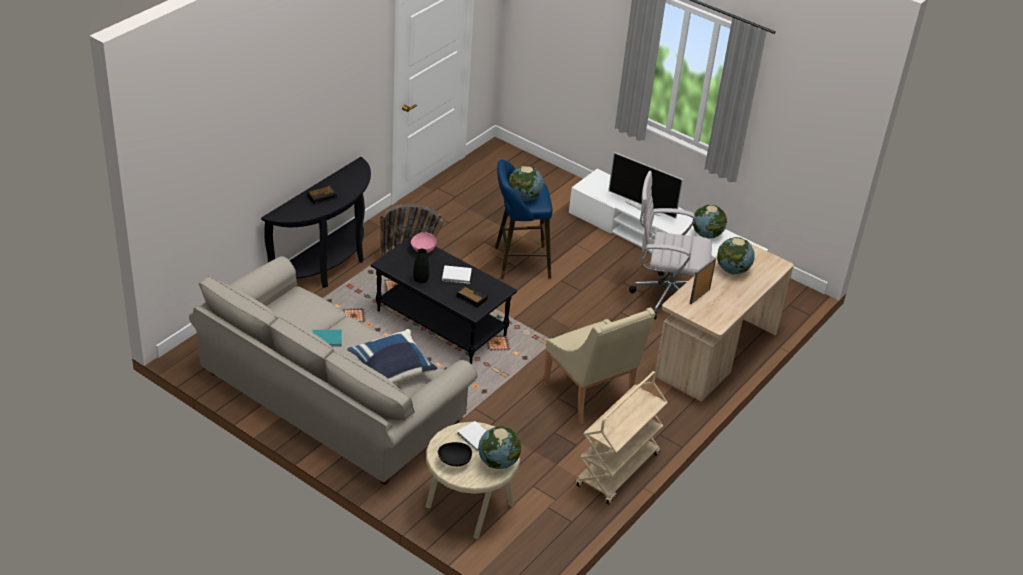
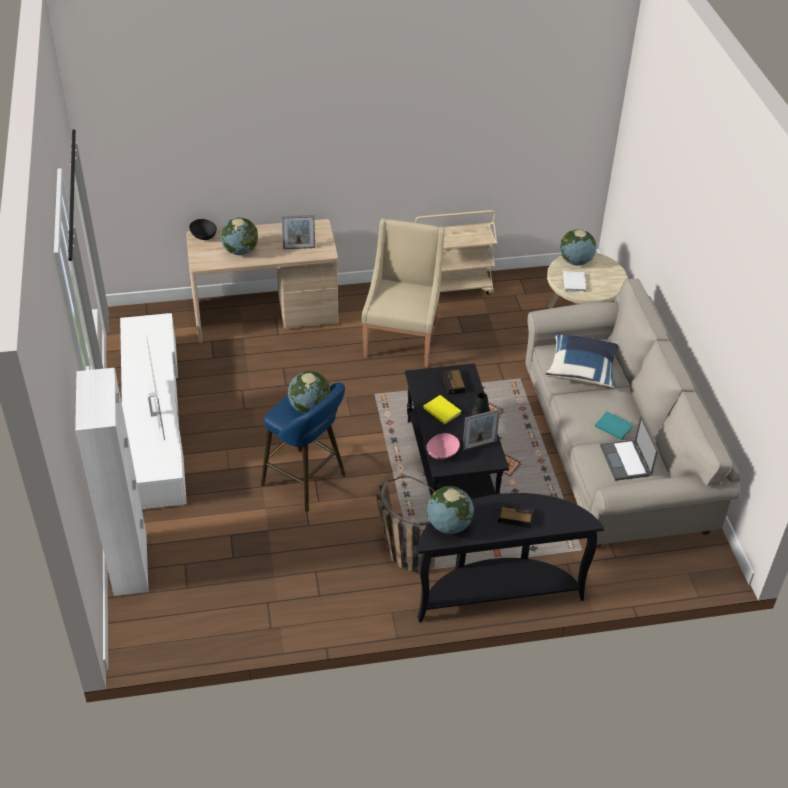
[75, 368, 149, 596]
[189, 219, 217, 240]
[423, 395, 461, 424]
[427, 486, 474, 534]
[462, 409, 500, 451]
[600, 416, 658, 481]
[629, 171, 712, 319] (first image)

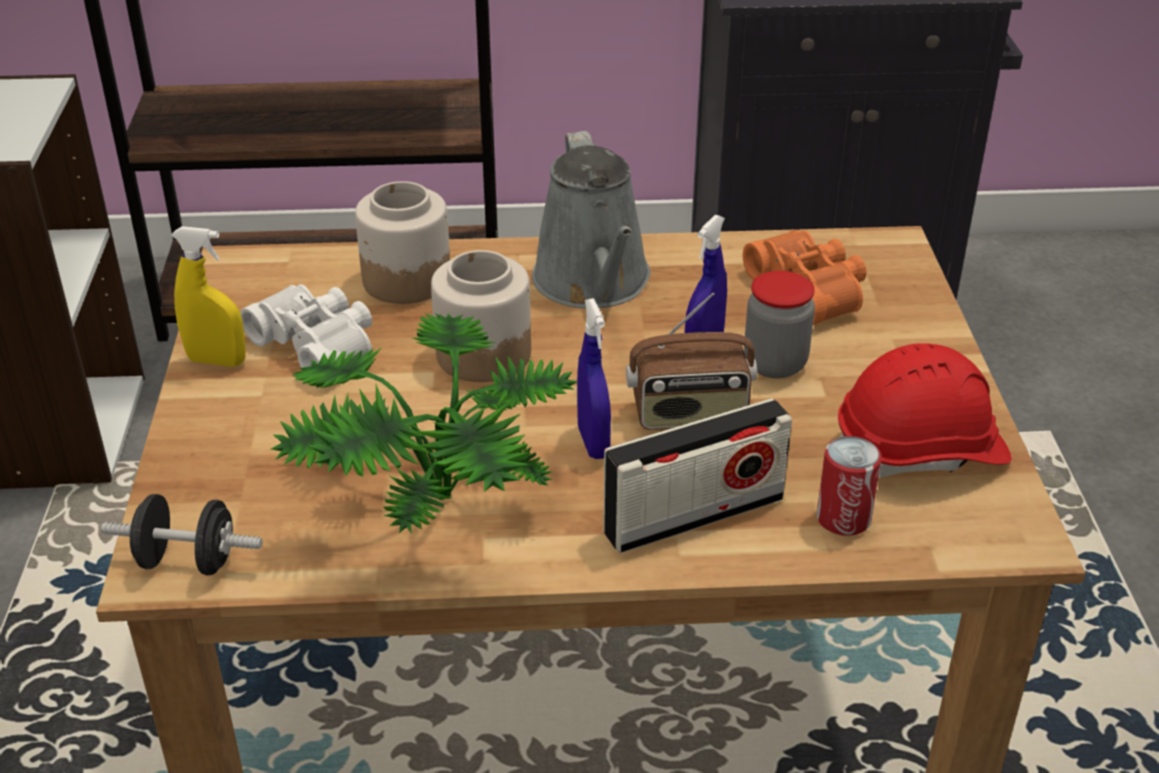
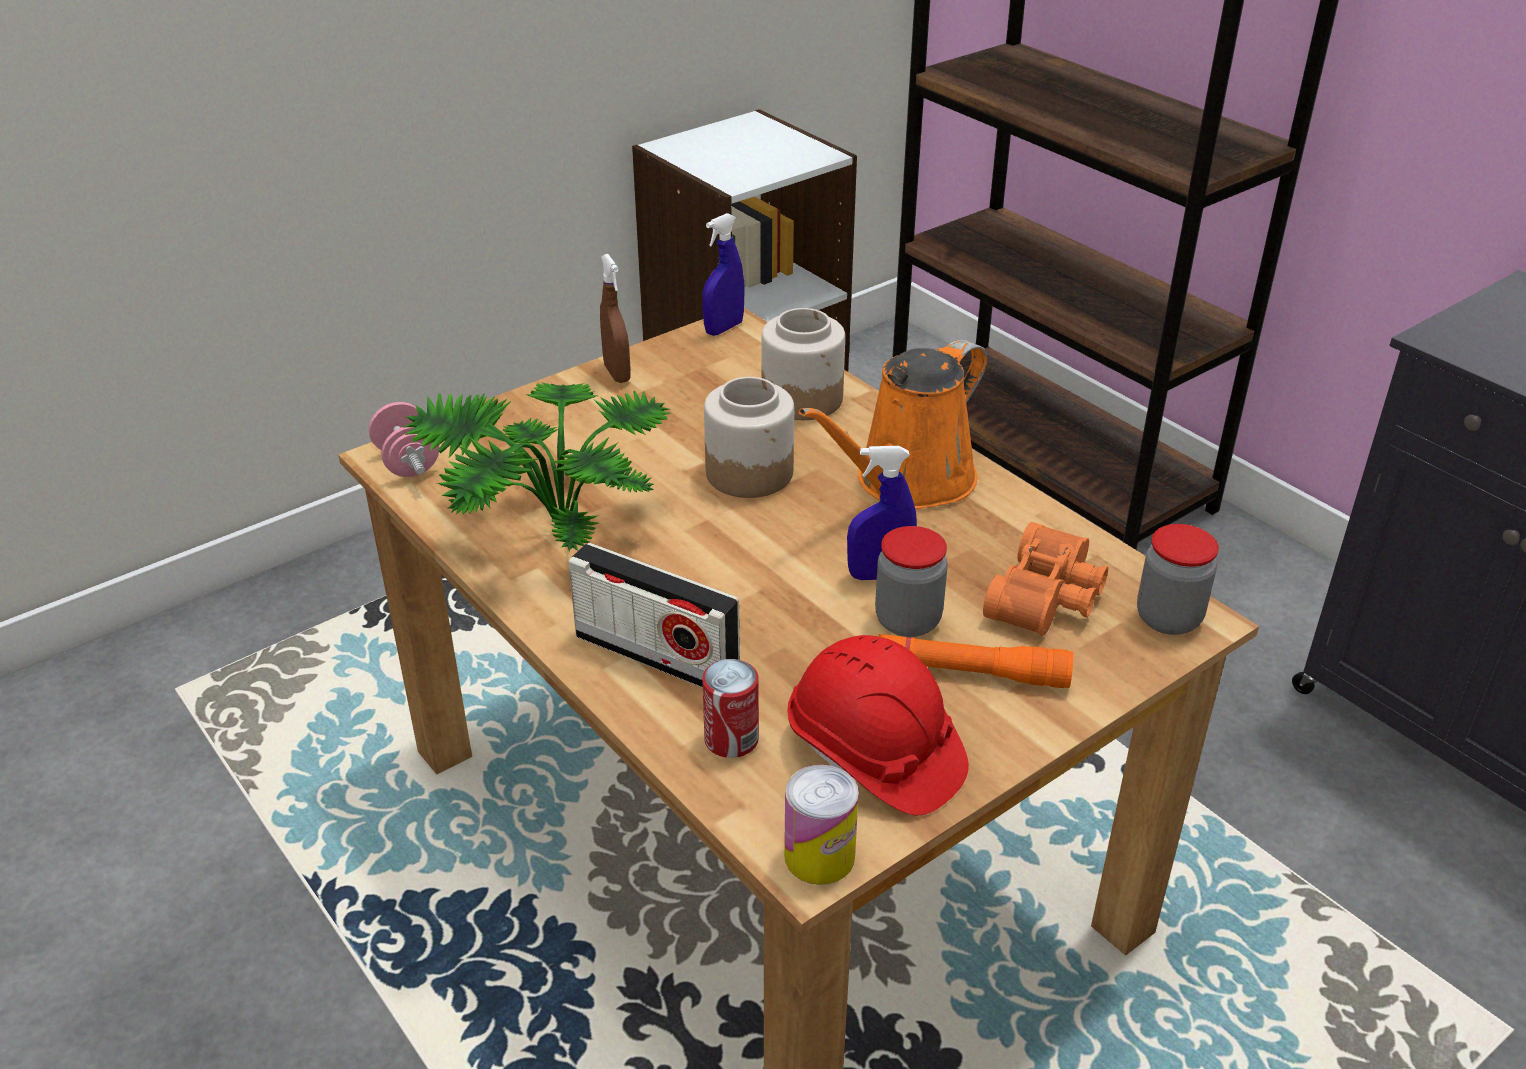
[369, 402, 439, 477]
[600, 254, 631, 383]
[702, 213, 745, 336]
[784, 765, 859, 885]
[799, 340, 987, 509]
[878, 634, 1073, 688]
[1137, 524, 1219, 635]
[240, 284, 372, 371] (first image)
[626, 293, 757, 430] (first image)

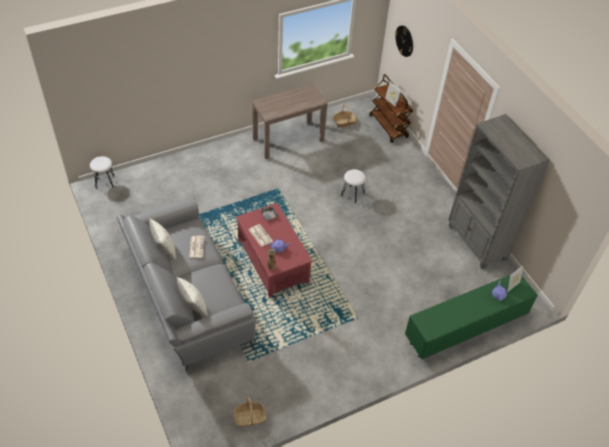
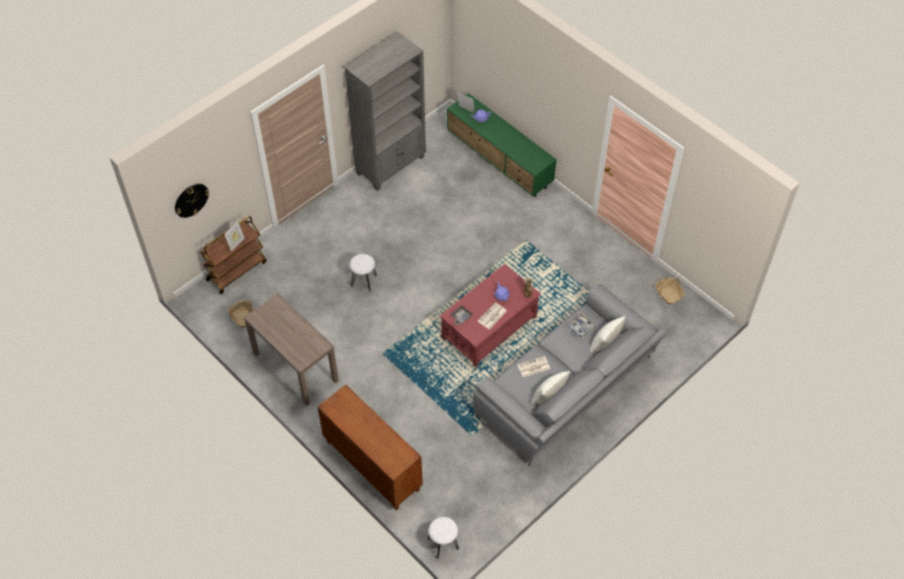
[318, 384, 423, 510]
[566, 314, 596, 339]

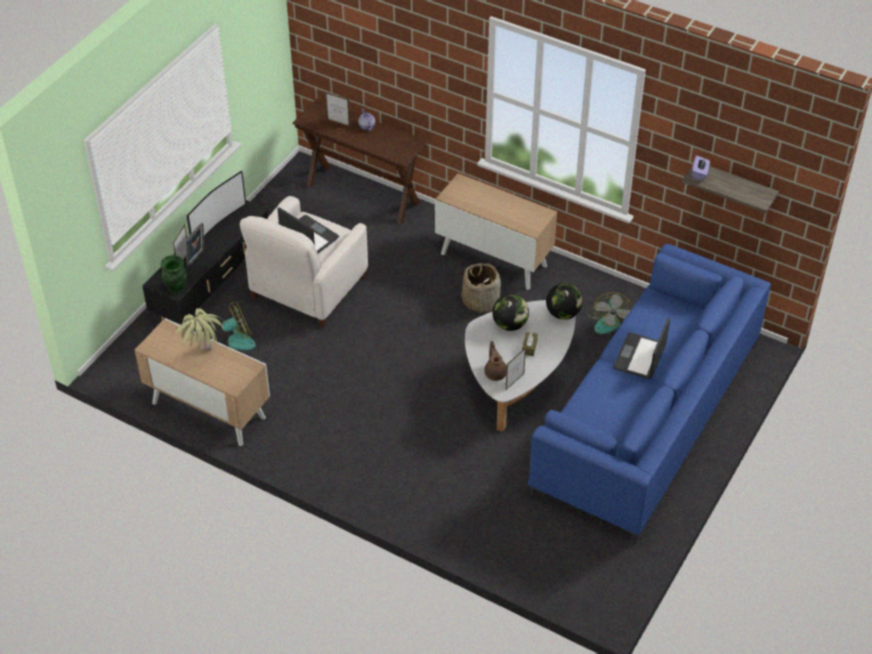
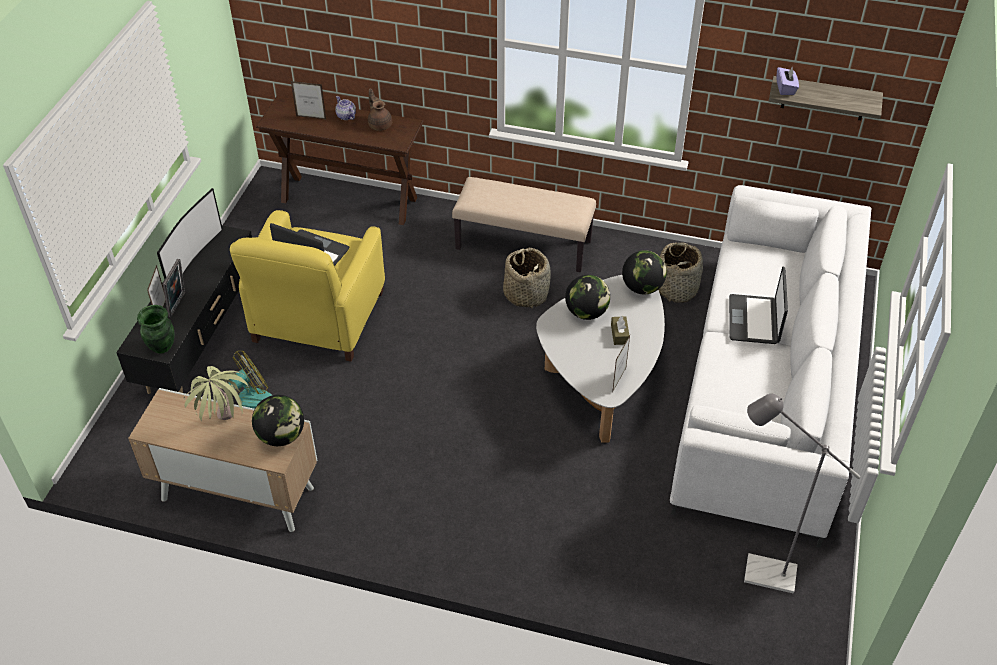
[230, 210, 385, 362]
[252, 395, 304, 446]
[368, 88, 392, 131]
[452, 177, 596, 272]
[658, 242, 703, 303]
[670, 185, 871, 548]
[744, 394, 860, 594]

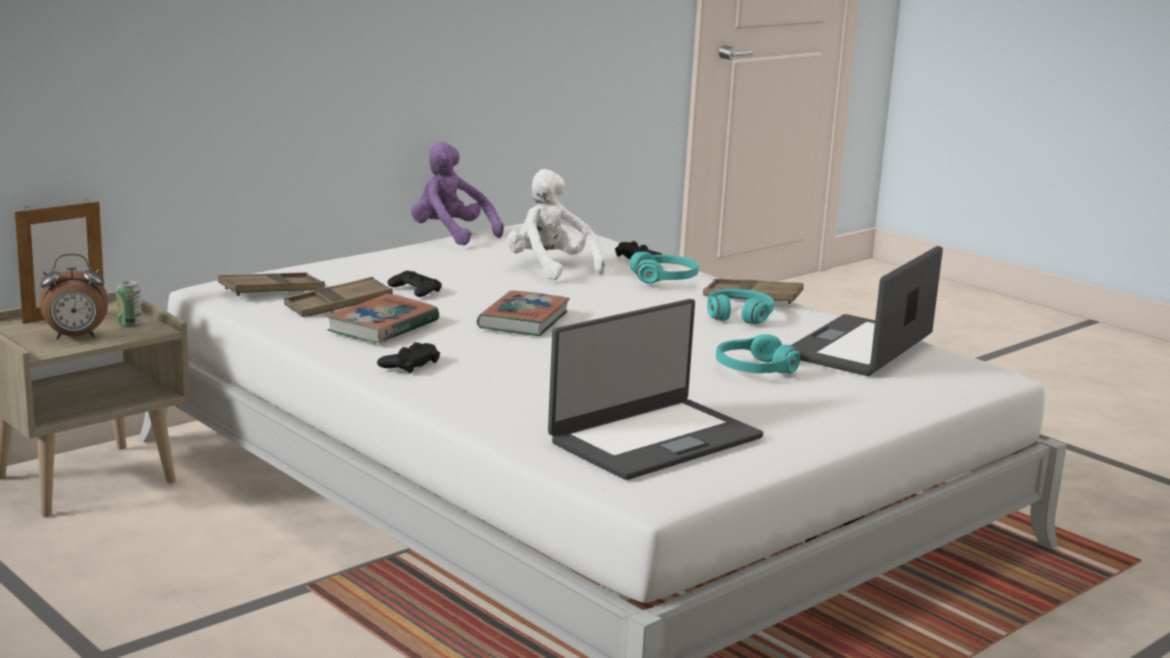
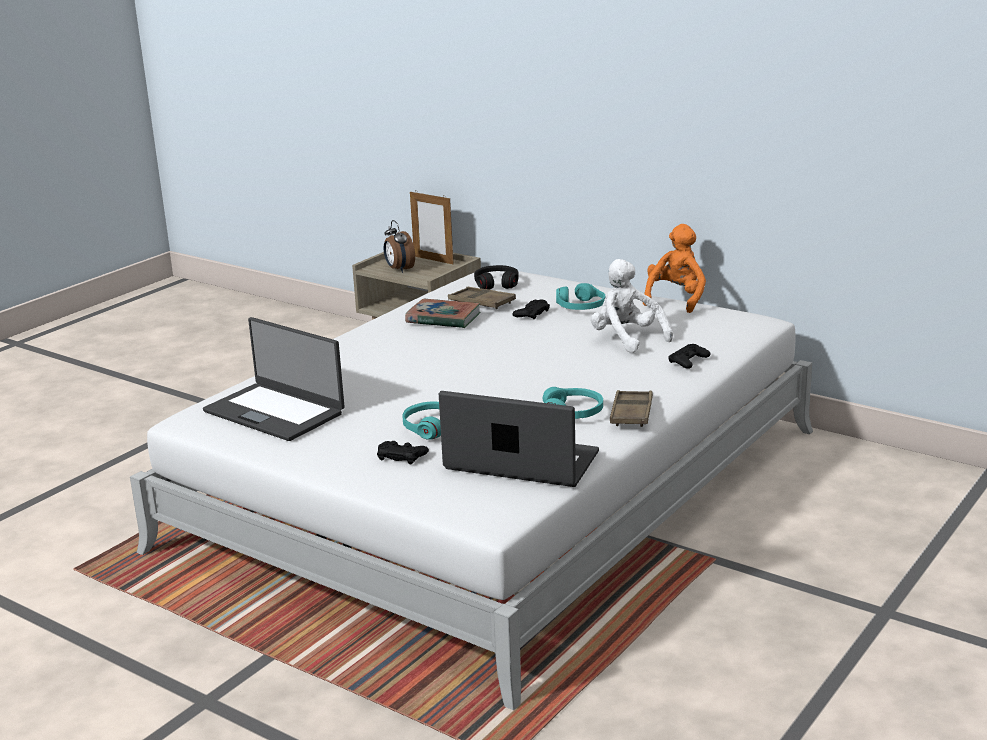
[377, 441, 429, 465]
[474, 265, 519, 290]
[556, 283, 605, 310]
[591, 259, 673, 353]
[643, 224, 706, 313]
[116, 281, 142, 327] (first image)
[477, 290, 570, 336] (first image)

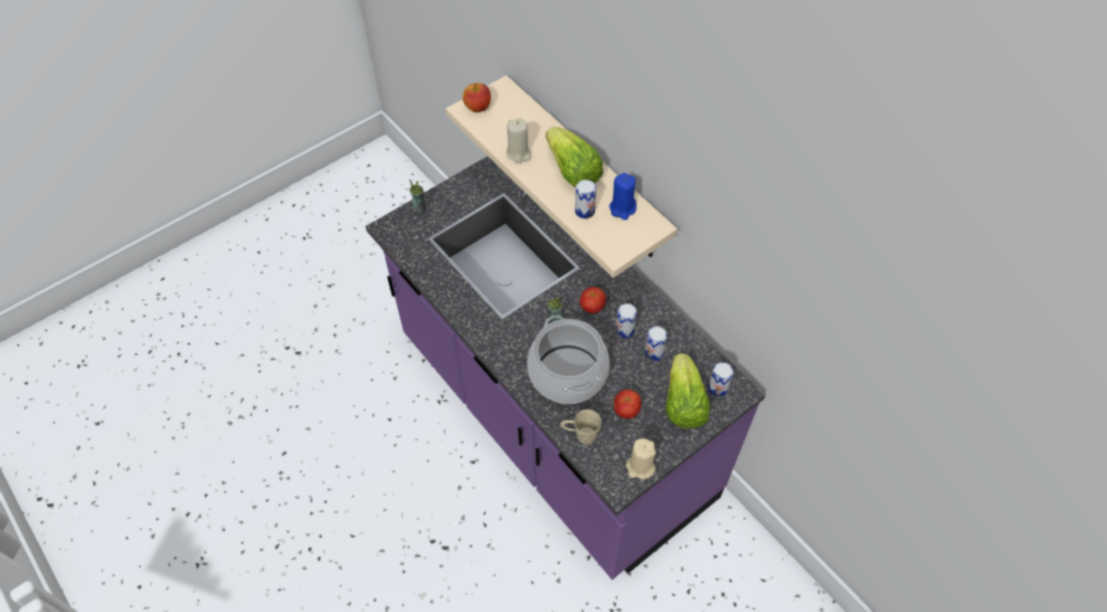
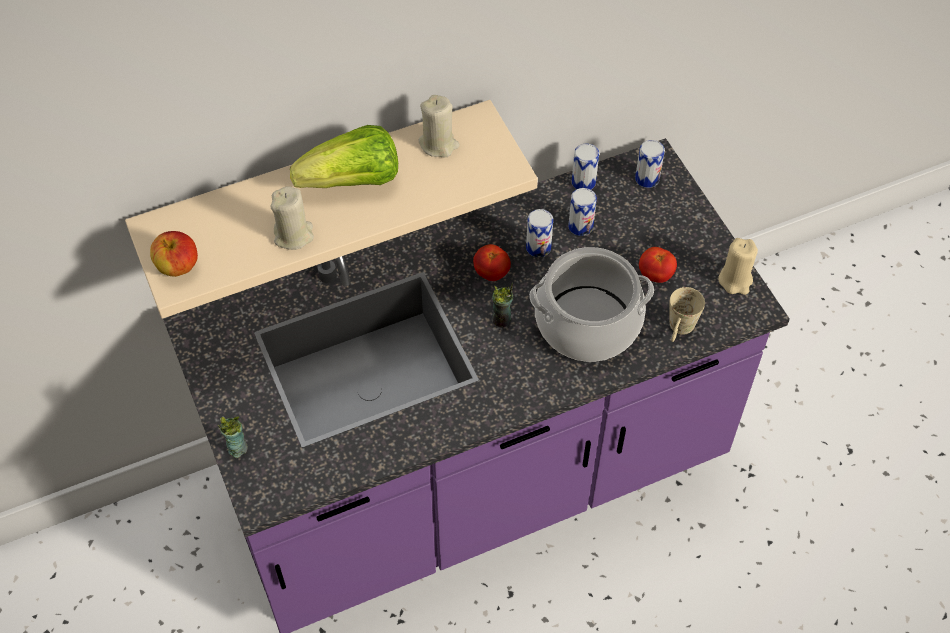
[419, 95, 460, 158]
[572, 143, 599, 189]
[665, 353, 710, 429] (first image)

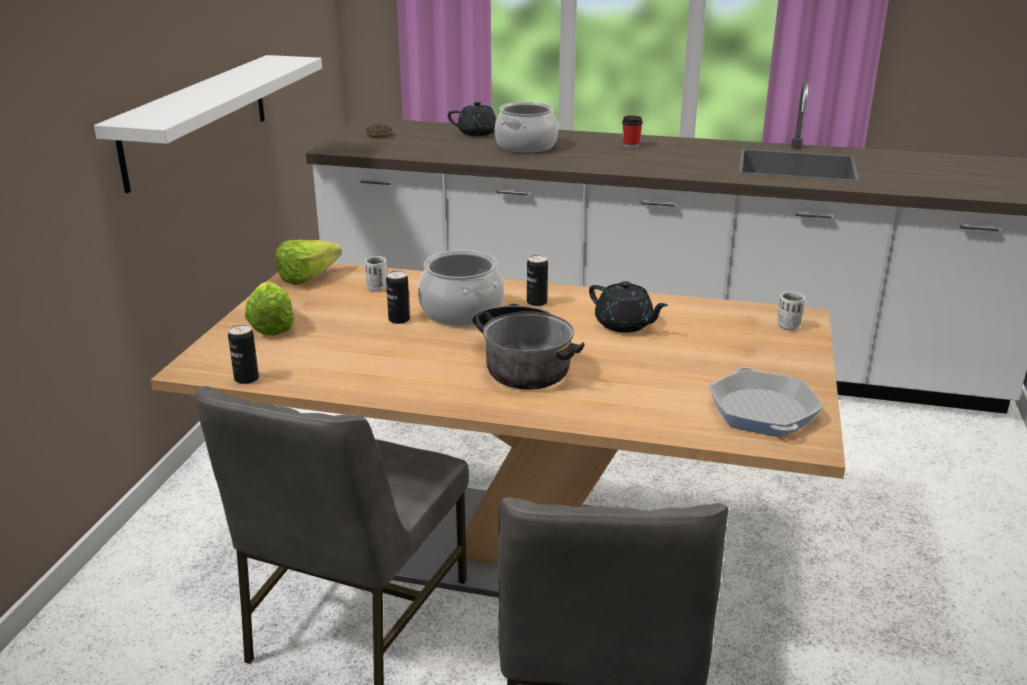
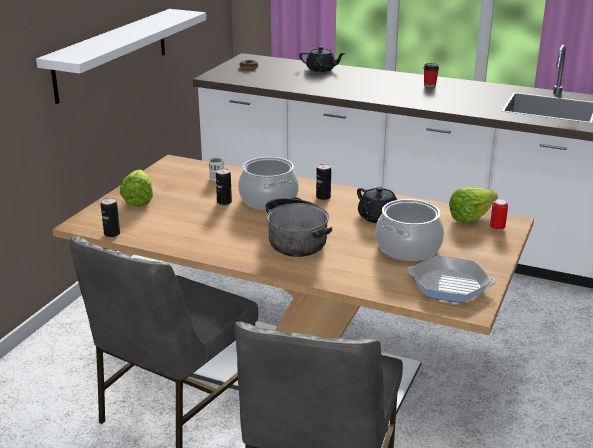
[375, 199, 444, 261]
[407, 256, 496, 303]
[449, 188, 498, 223]
[490, 200, 508, 230]

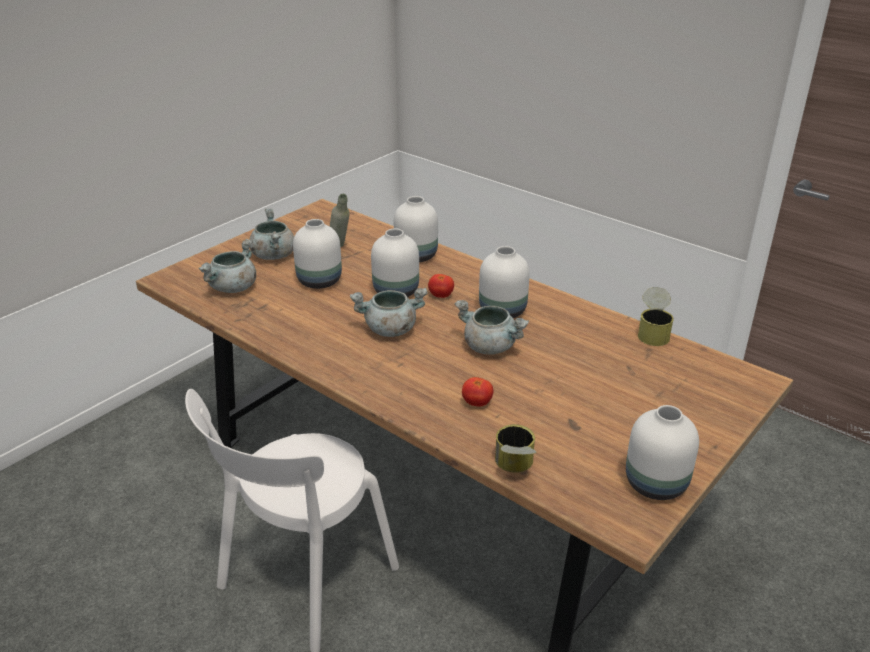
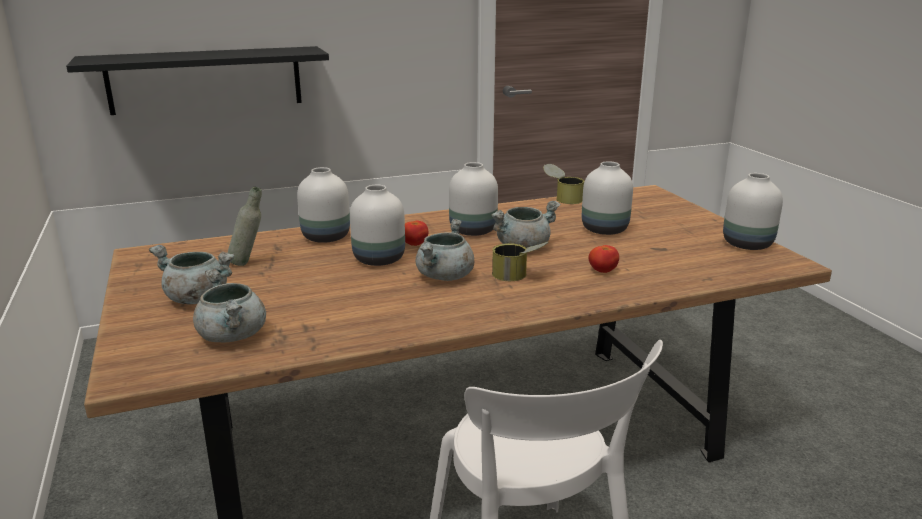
[66, 46, 329, 115]
[492, 242, 549, 281]
[582, 161, 633, 235]

